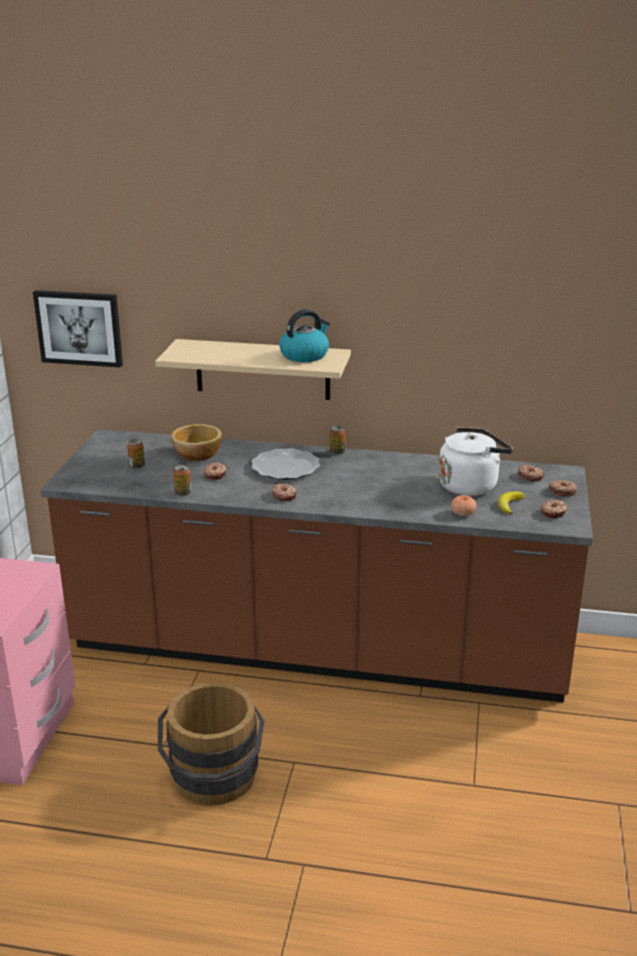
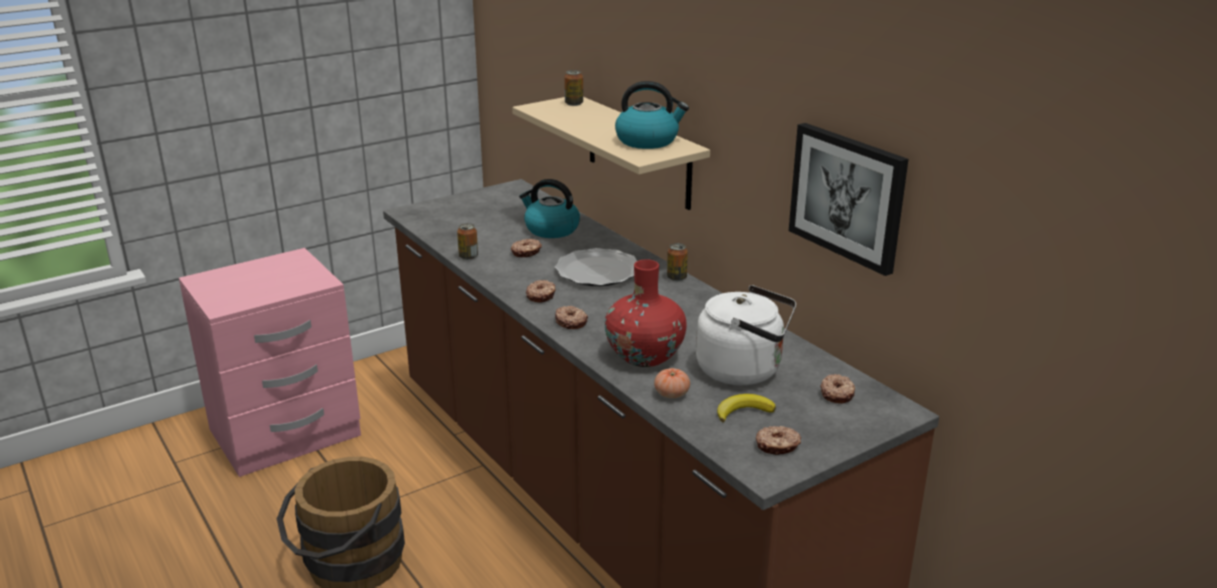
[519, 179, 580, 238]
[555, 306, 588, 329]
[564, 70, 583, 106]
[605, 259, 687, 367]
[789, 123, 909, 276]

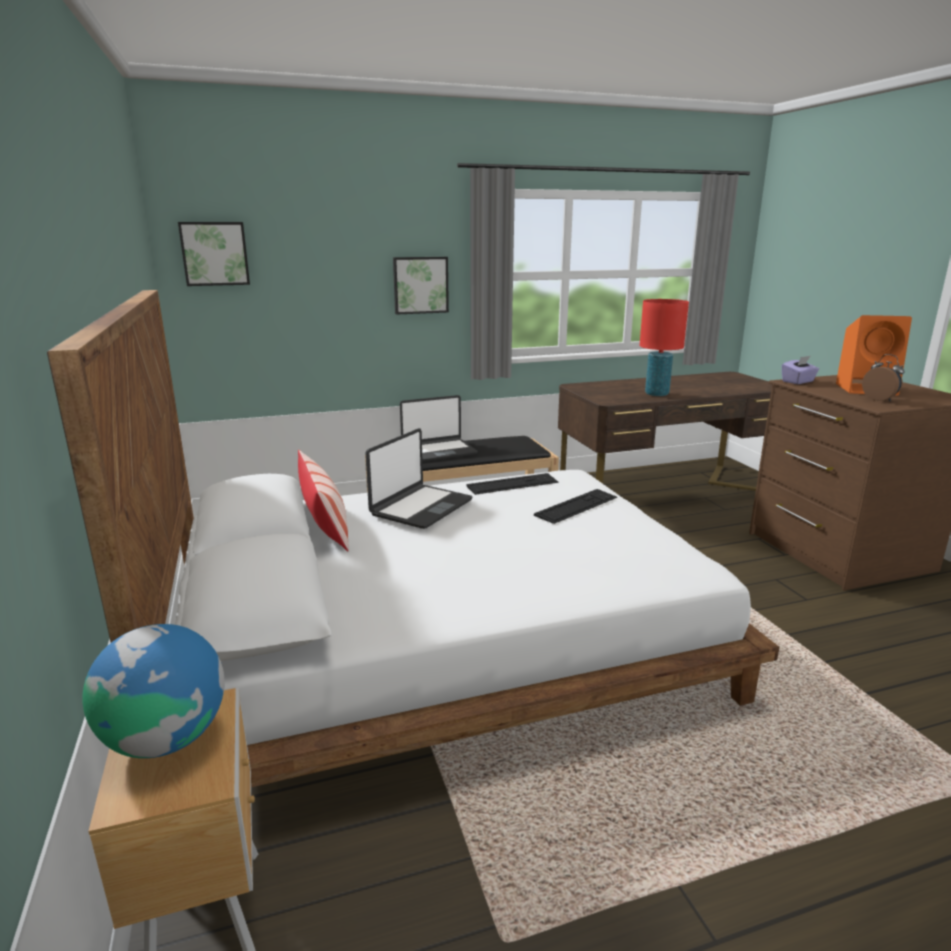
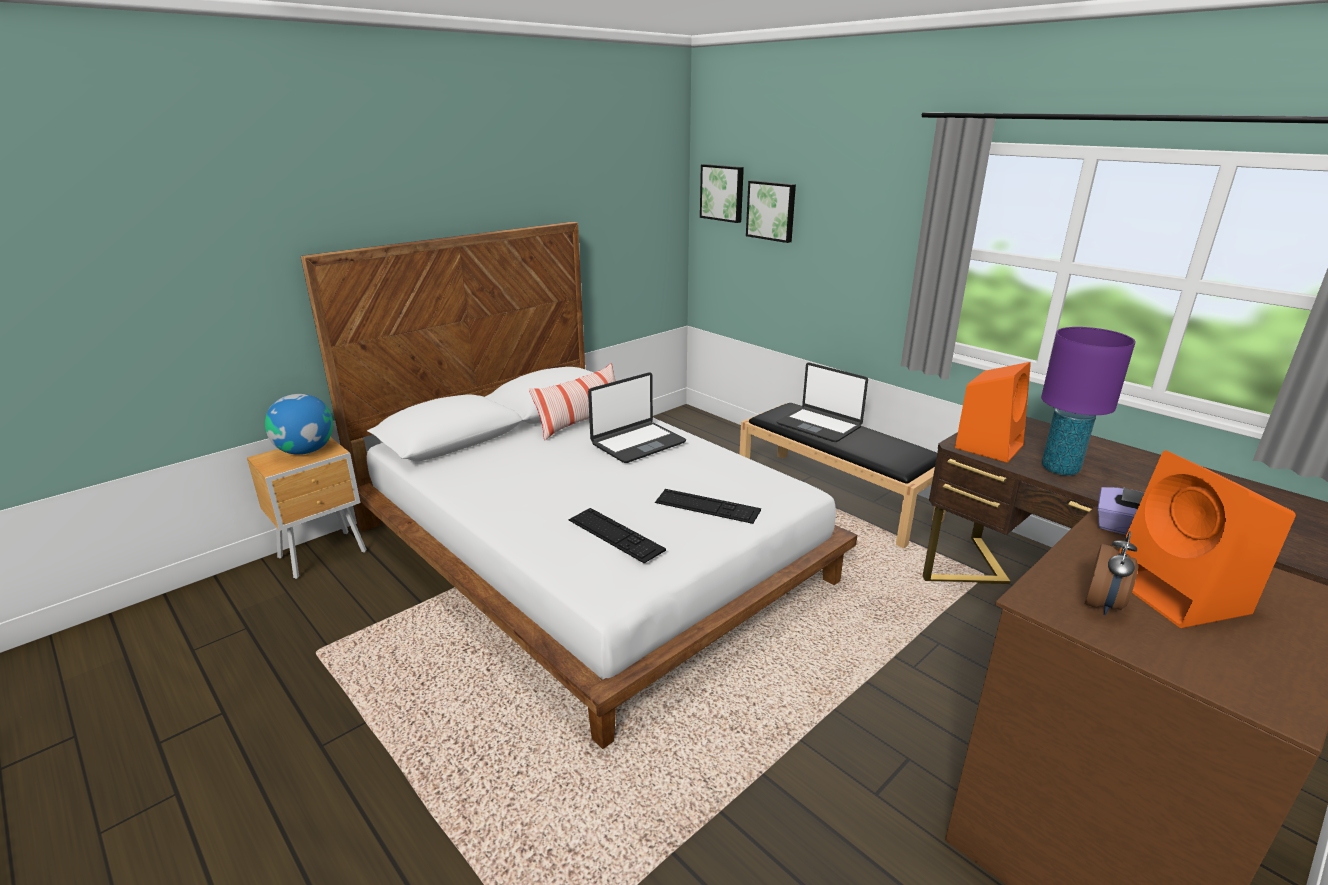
[569, 508, 666, 563]
[588, 372, 686, 463]
[746, 180, 796, 243]
[955, 362, 1031, 463]
[1041, 327, 1135, 476]

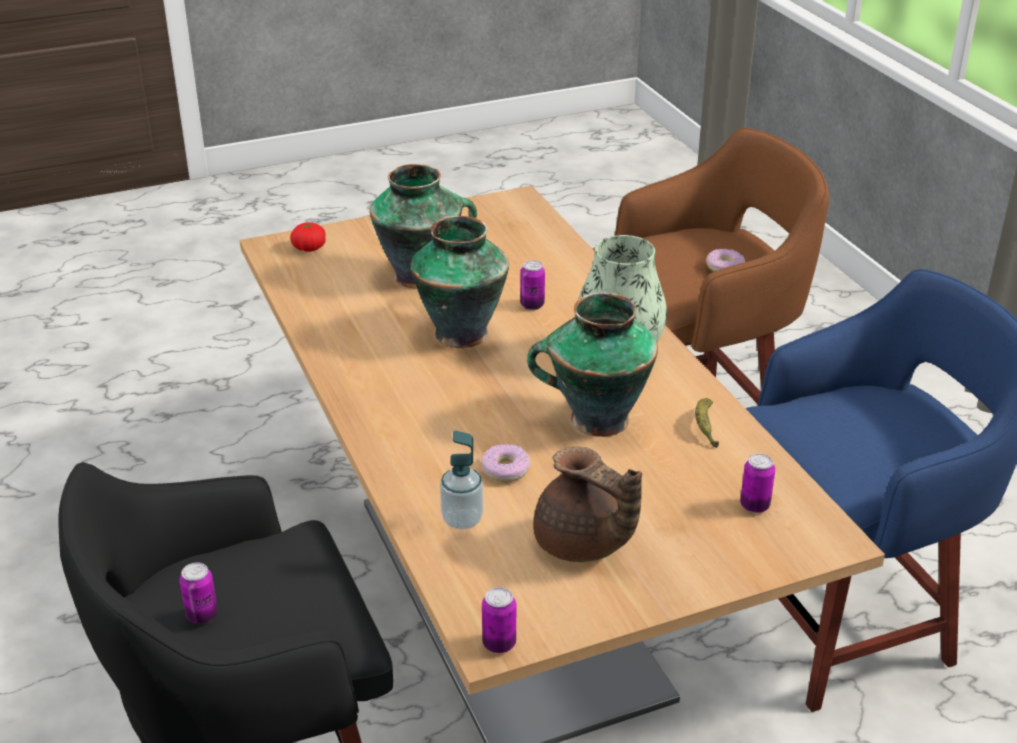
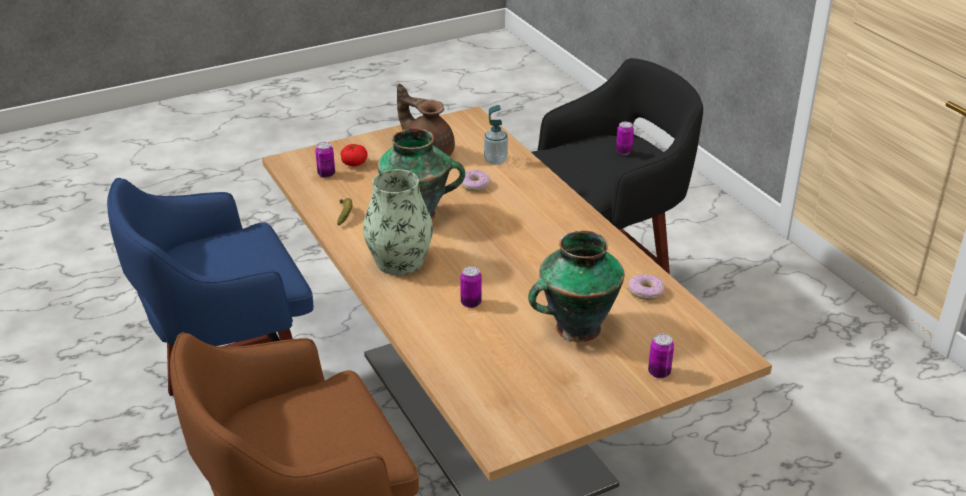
[341, 144, 368, 166]
[628, 274, 665, 300]
[648, 334, 674, 378]
[411, 216, 509, 348] (first image)

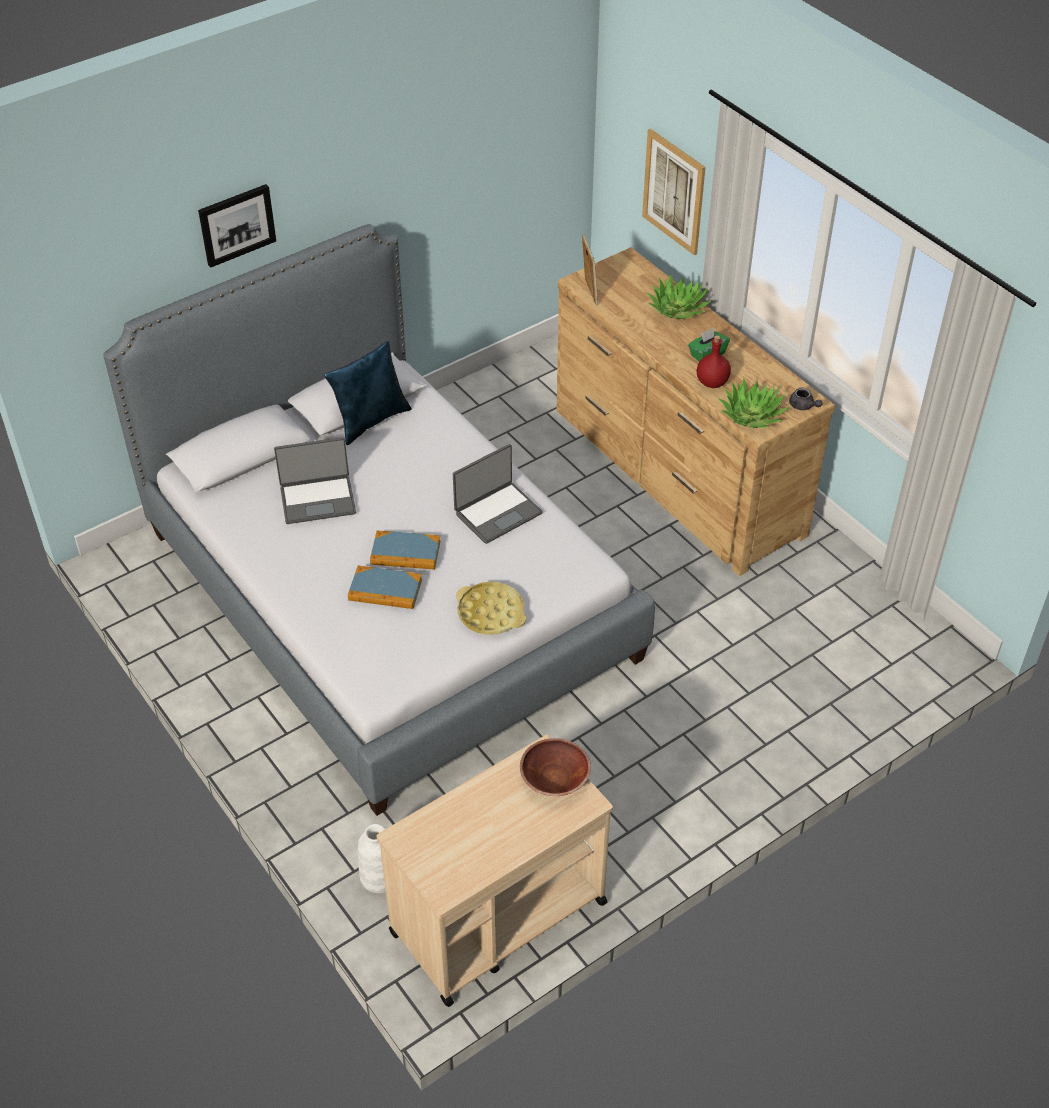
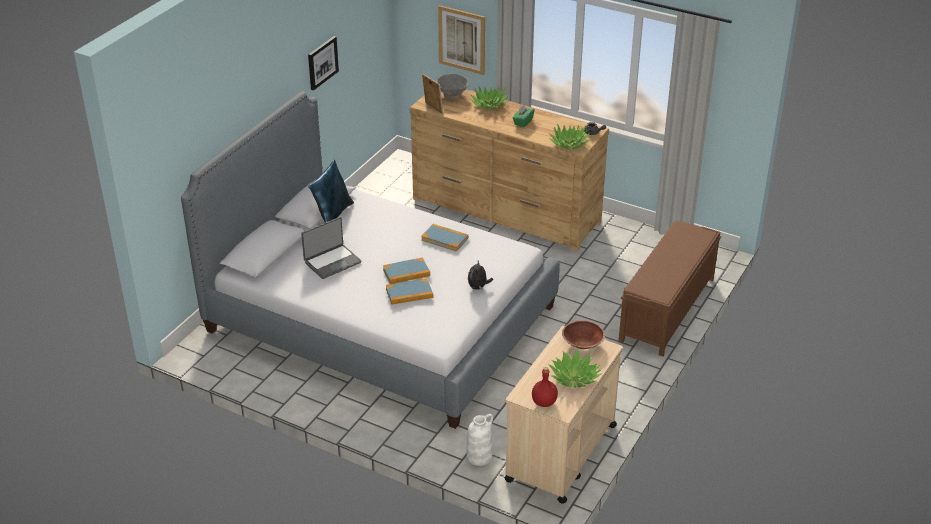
[308, 36, 339, 90]
[421, 224, 468, 252]
[436, 74, 469, 99]
[468, 261, 493, 290]
[532, 367, 558, 407]
[549, 349, 601, 388]
[619, 220, 721, 356]

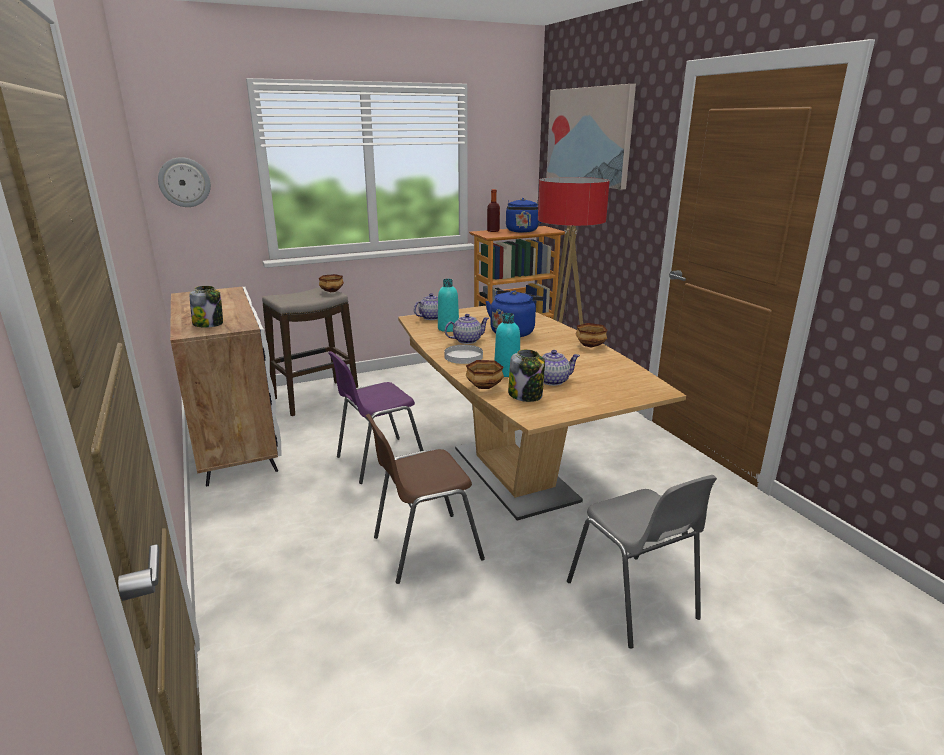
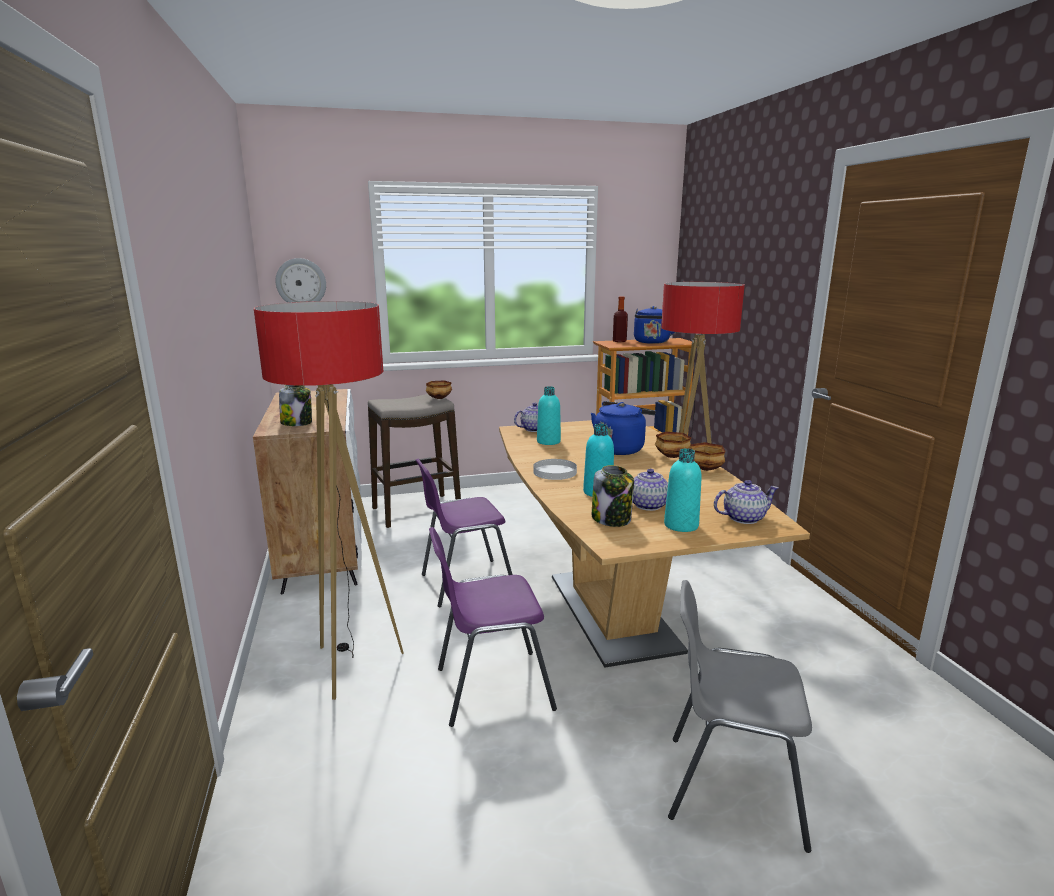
[254, 301, 404, 700]
[429, 527, 557, 727]
[655, 432, 691, 458]
[664, 448, 702, 532]
[668, 580, 812, 853]
[714, 480, 779, 524]
[546, 84, 636, 190] (first image)

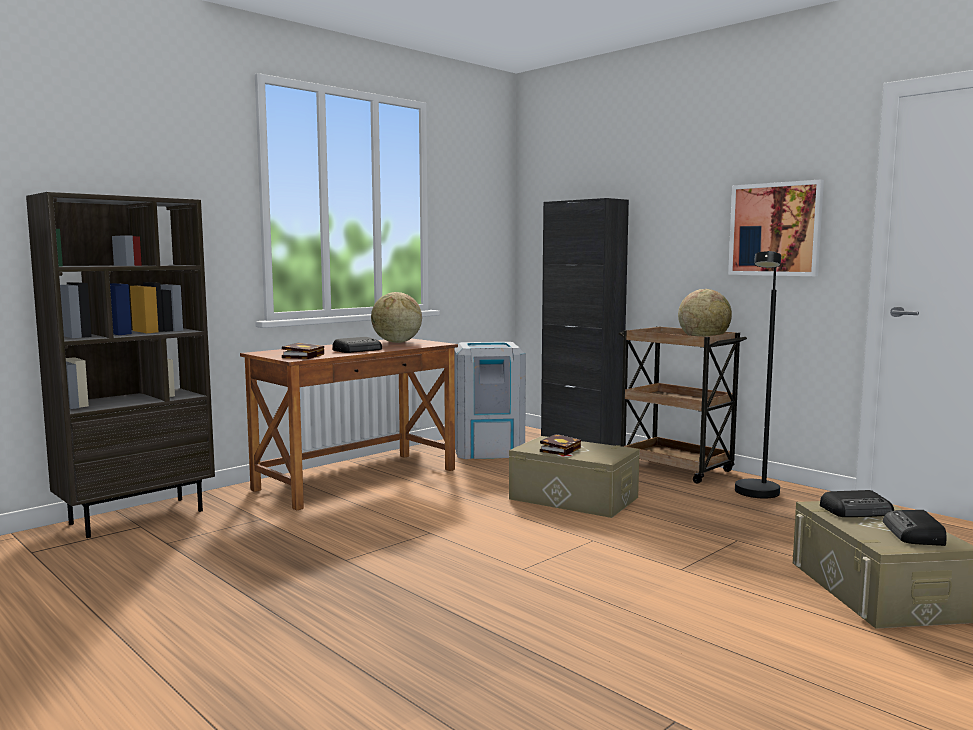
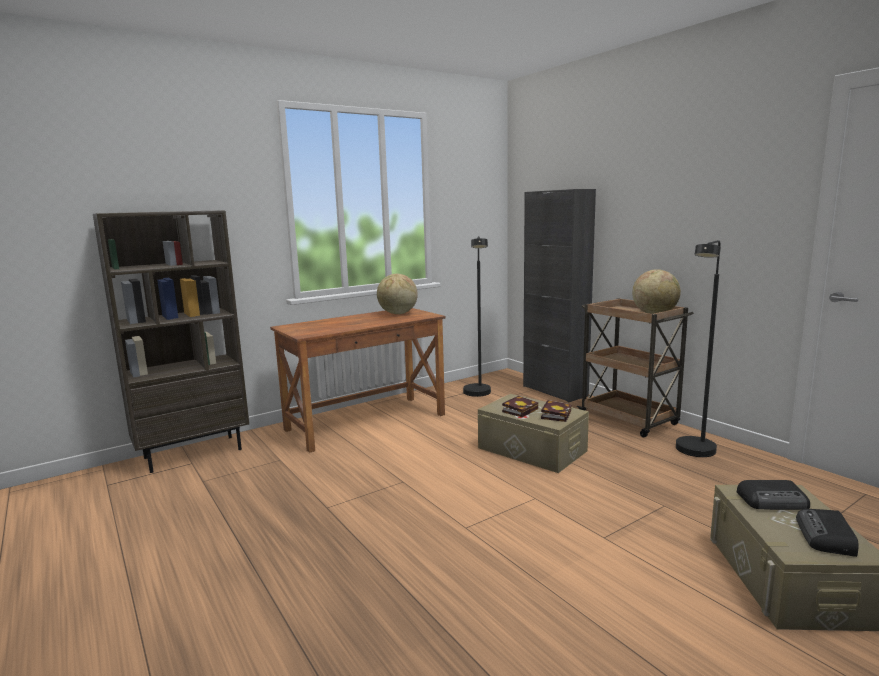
[463, 236, 491, 397]
[541, 400, 571, 422]
[332, 337, 382, 353] (first image)
[728, 179, 824, 276] (first image)

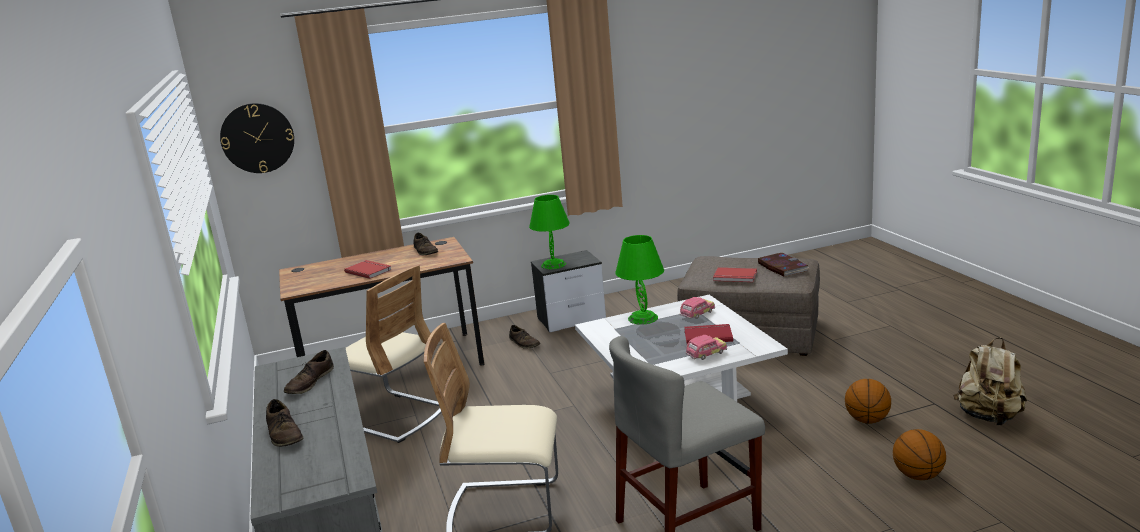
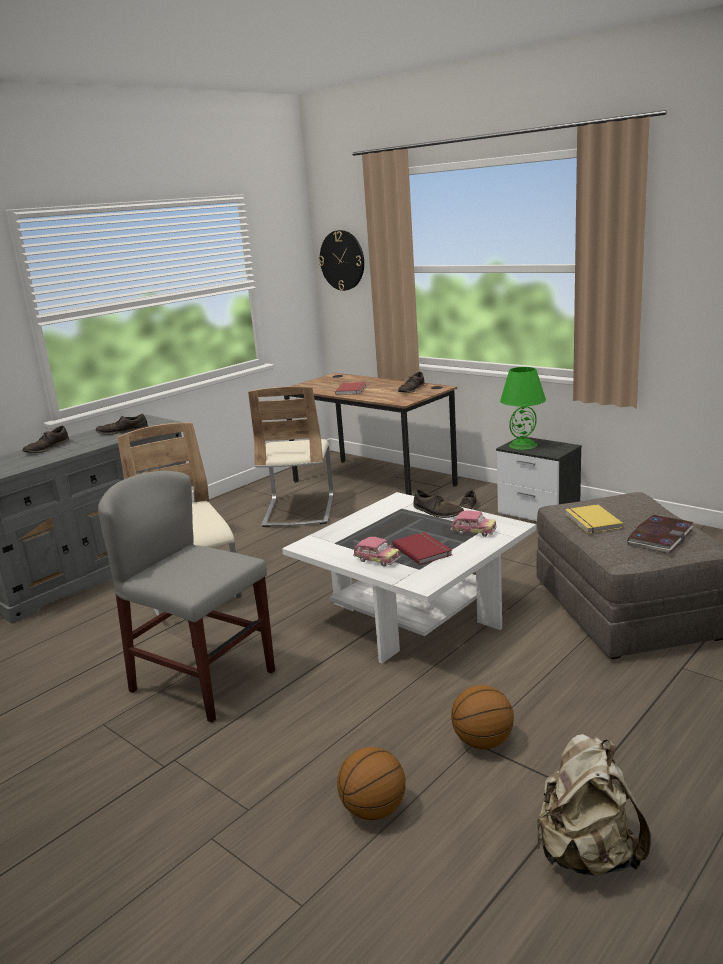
[413, 490, 464, 518]
[565, 505, 624, 534]

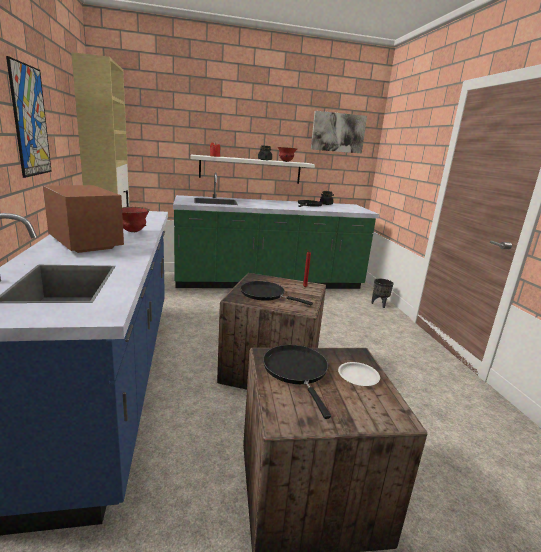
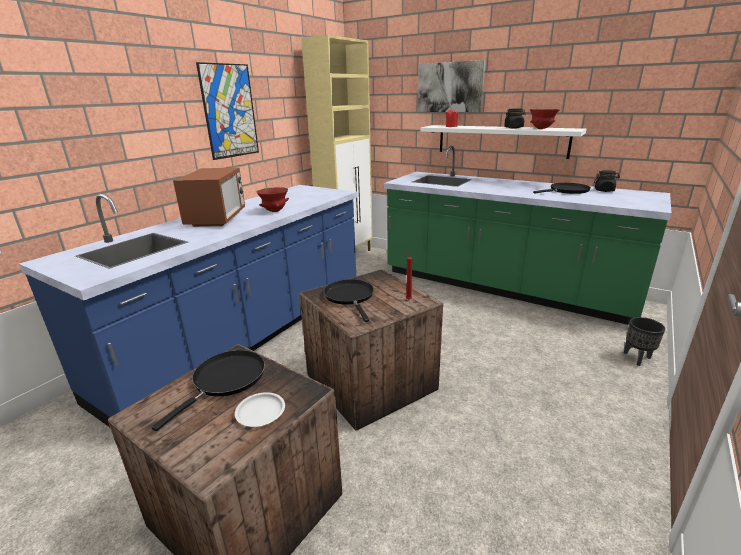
[418, 60, 486, 112]

